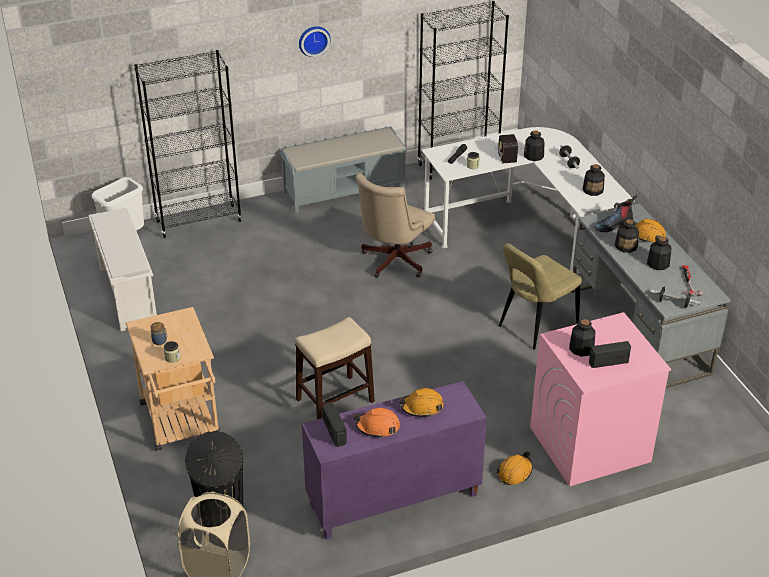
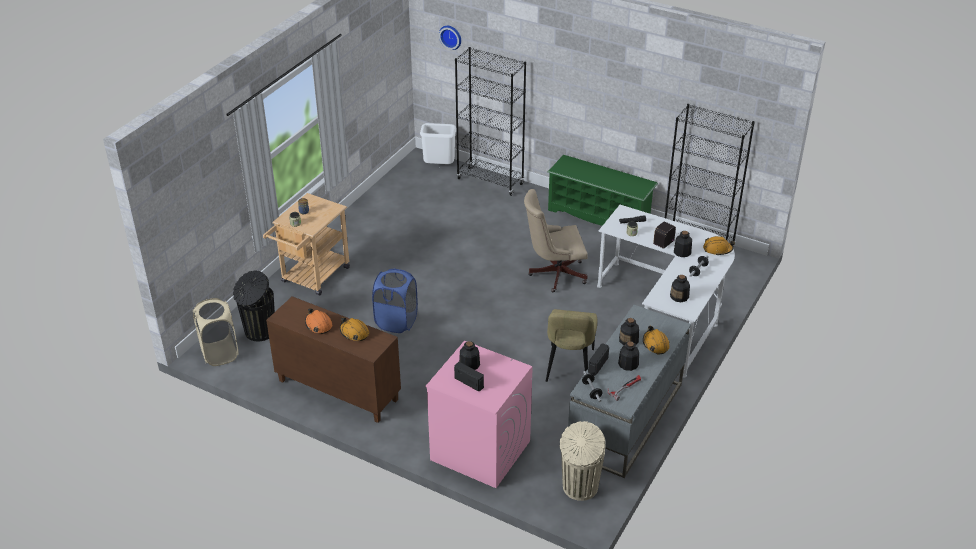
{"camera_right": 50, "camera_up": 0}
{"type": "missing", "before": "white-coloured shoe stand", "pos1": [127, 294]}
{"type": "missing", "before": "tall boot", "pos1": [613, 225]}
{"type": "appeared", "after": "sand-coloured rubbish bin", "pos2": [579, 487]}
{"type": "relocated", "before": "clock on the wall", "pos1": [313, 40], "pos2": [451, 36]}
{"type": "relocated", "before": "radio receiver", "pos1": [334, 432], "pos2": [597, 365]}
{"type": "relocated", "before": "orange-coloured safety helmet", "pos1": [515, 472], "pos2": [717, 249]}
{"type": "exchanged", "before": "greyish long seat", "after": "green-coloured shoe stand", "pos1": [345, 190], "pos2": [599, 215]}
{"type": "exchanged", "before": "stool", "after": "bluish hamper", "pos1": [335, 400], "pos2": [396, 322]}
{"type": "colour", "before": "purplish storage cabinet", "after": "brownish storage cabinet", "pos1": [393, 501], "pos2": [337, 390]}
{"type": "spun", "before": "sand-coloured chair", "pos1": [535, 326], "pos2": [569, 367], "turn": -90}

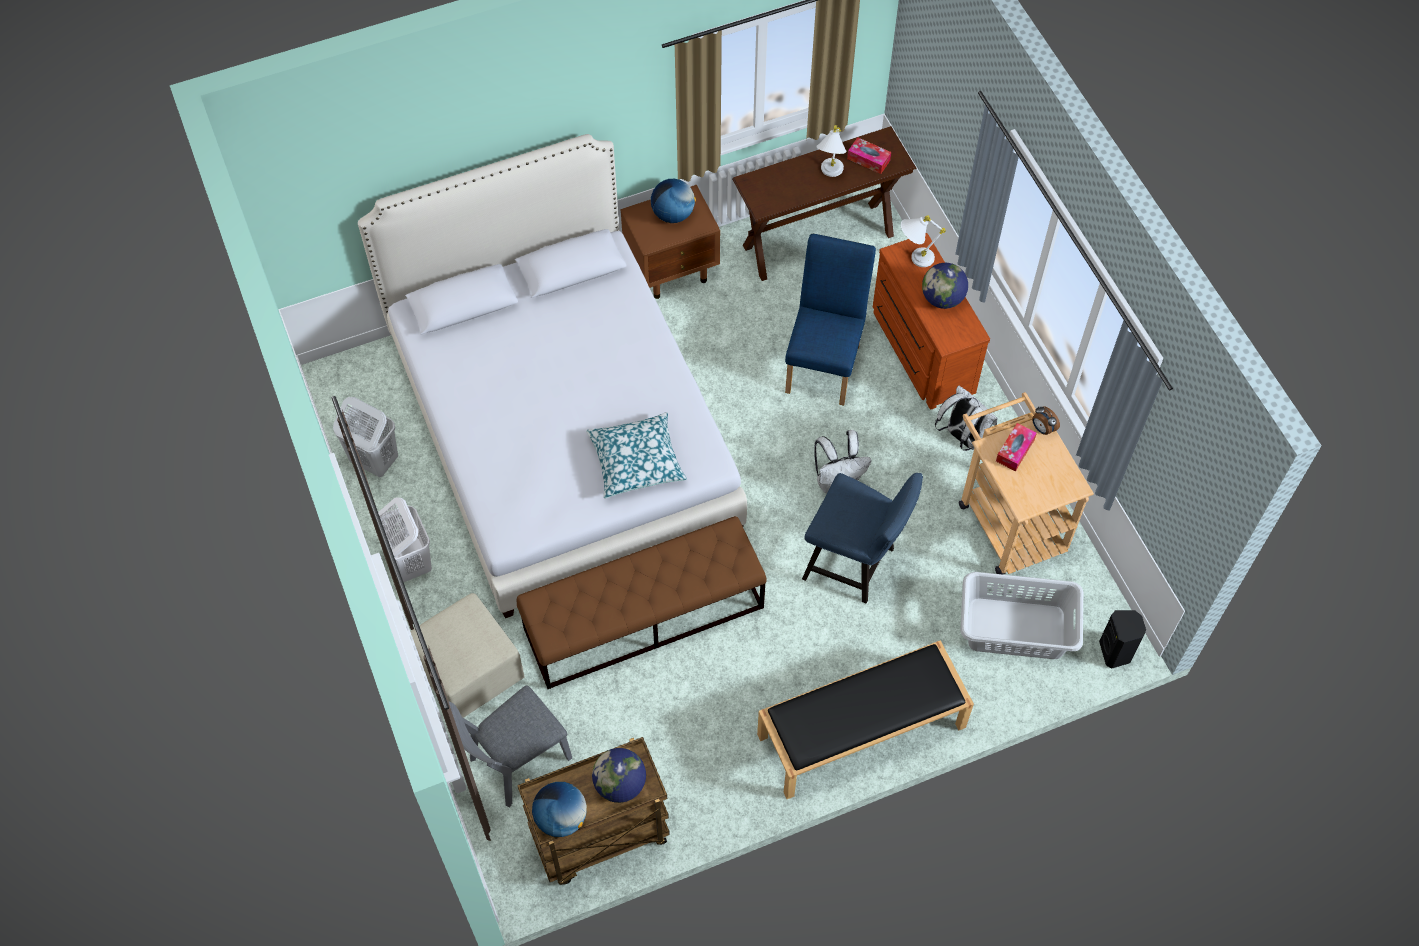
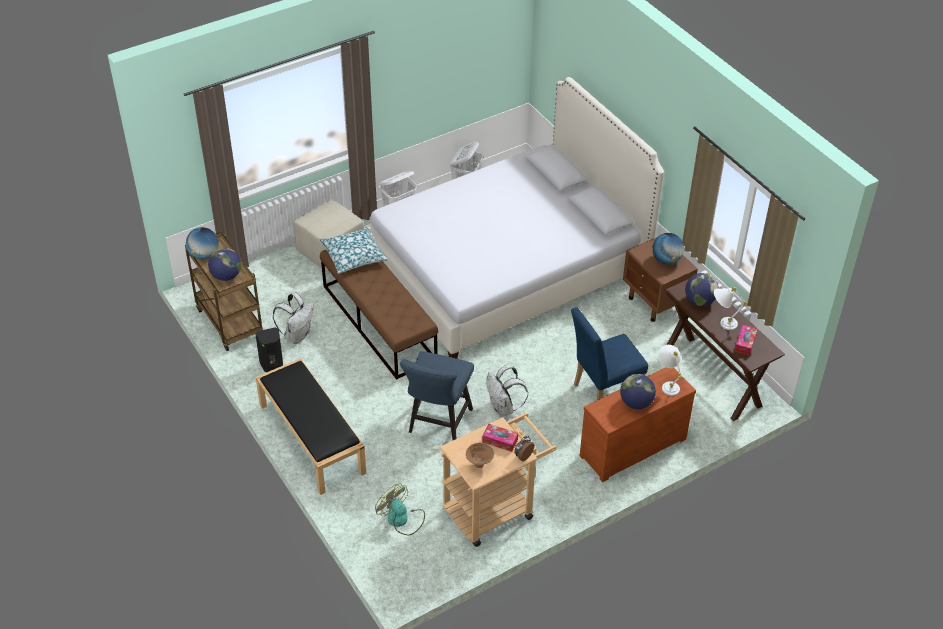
{"camera_right": 80, "camera_up": -15}
{"type": "missing", "before": "greyish chair", "pos1": [514, 763]}
{"type": "appeared", "after": "brownish deep dish", "pos2": [479, 464]}
{"type": "appeared", "after": "world globe", "pos2": [699, 301]}
{"type": "relocated", "before": "throw pillow", "pos1": [636, 461], "pos2": [354, 256]}
{"type": "relocated", "before": "white-coloured knapsack", "pos1": [962, 437], "pos2": [297, 335]}
{"type": "relocated", "before": "black-coloured loudspeaker", "pos1": [1116, 652], "pos2": [272, 365]}
{"type": "exchanged", "before": "greyish hamper", "after": "fan", "pos1": [1016, 629], "pos2": [402, 519]}
{"type": "spun", "before": "bluish chair", "pos1": [825, 363], "pos2": [602, 392], "turn": 150}

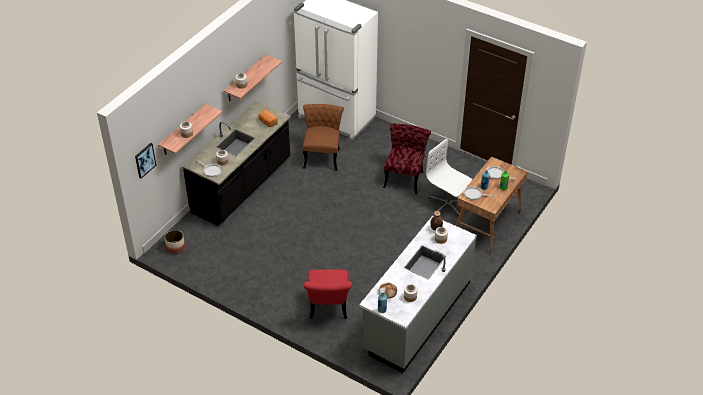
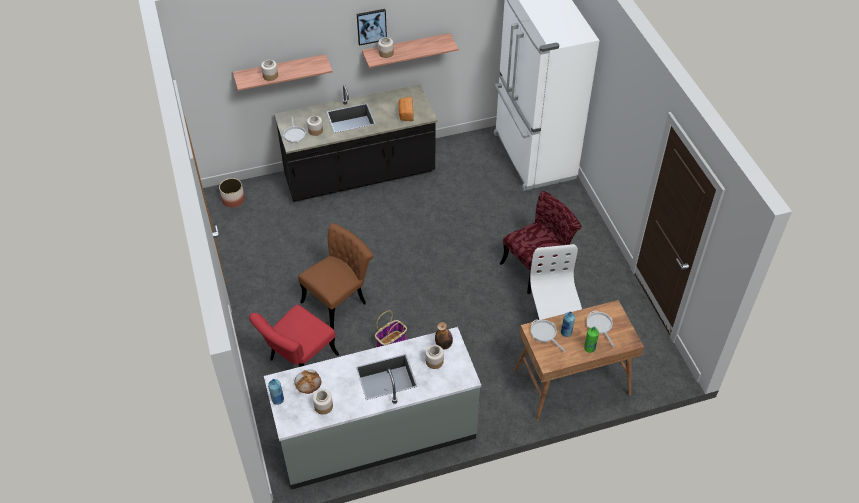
{"camera_right": 40, "camera_up": 5}
{"type": "appeared", "after": "basket", "pos2": [391, 342]}
{"type": "relocated", "before": "wall art", "pos1": [144, 160], "pos2": [371, 26]}
{"type": "relocated", "before": "brownish chair", "pos1": [322, 155], "pos2": [339, 299]}

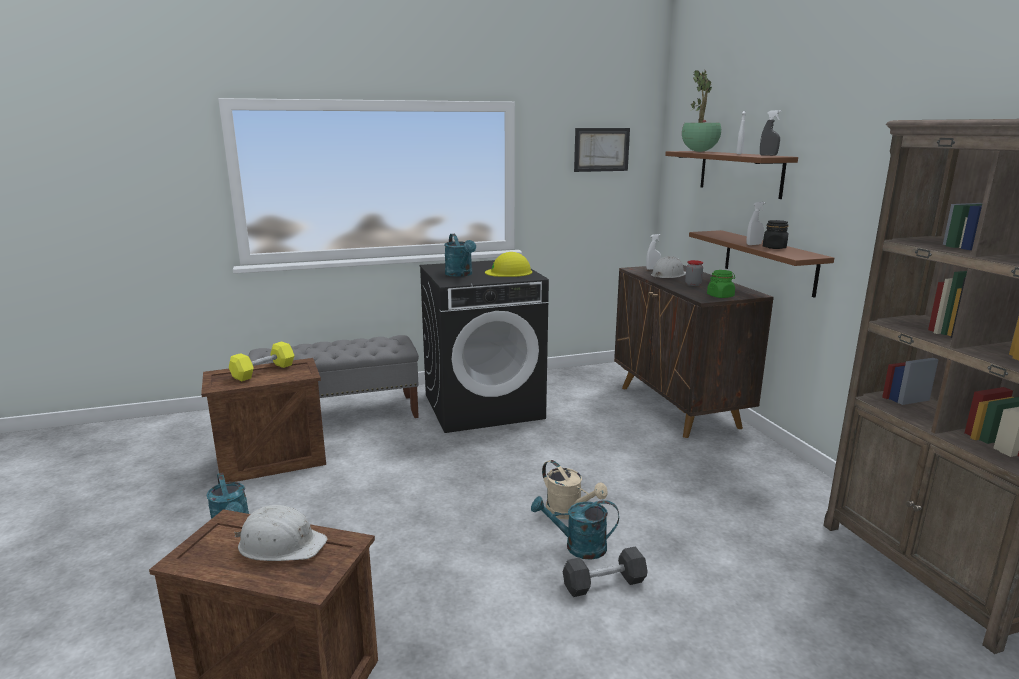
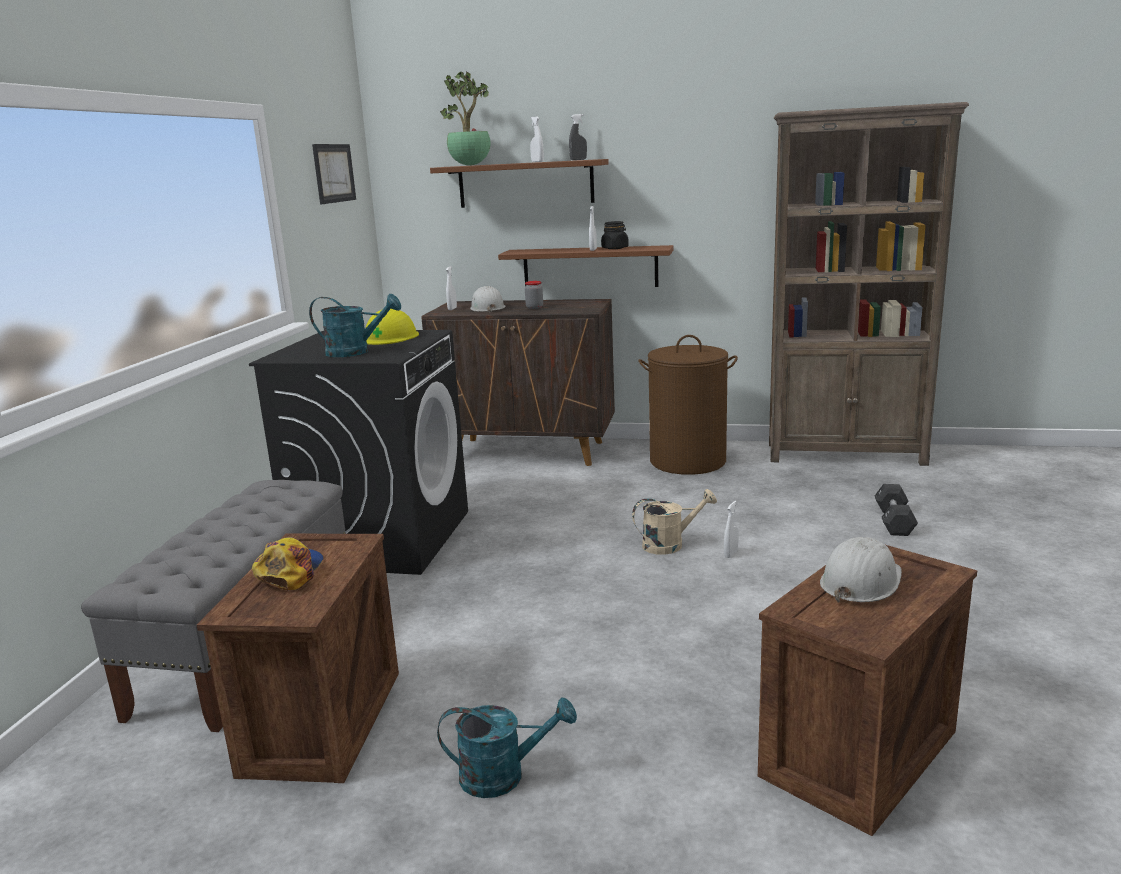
{"camera_right": -60, "camera_up": 0}
{"type": "missing", "before": "green-coloured jar", "pos1": [720, 296]}
{"type": "appeared", "after": "brownish hamper", "pos2": [687, 461]}
{"type": "relocated", "before": "black-coloured dumbbell", "pos1": [604, 584], "pos2": [894, 521]}
{"type": "exchanged", "before": "yellowish dumbbell", "after": "cap", "pos1": [263, 371], "pos2": [289, 571]}
{"type": "exchanged", "before": "turquoise-coloured watering pot", "after": "white-coloured hand sprayer", "pos1": [578, 547], "pos2": [731, 554]}

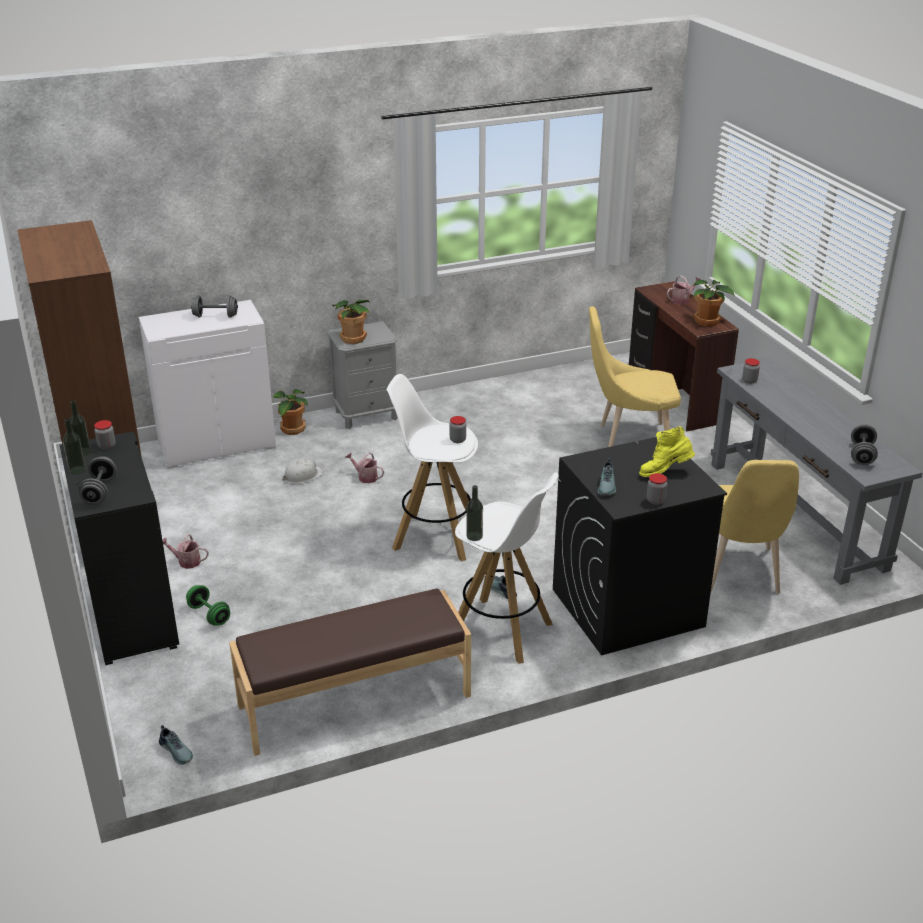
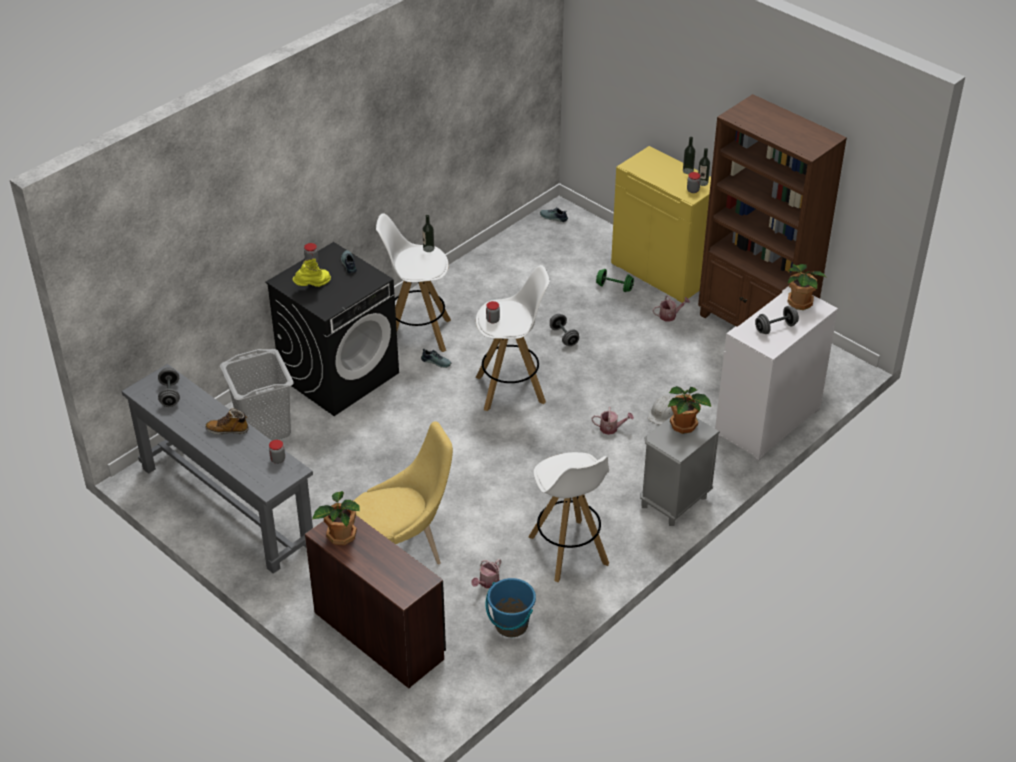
{"camera_right": 155, "camera_up": 10}
{"type": "missing", "before": "brownish long seat", "pos1": [355, 701]}
{"type": "appeared", "after": "tall boot", "pos2": [228, 430]}
{"type": "appeared", "after": "bluish water bucket", "pos2": [511, 625]}
{"type": "appeared", "after": "white-coloured stool", "pos2": [568, 551]}
{"type": "relocated", "before": "greyish dumbbell", "pos1": [100, 491], "pos2": [564, 336]}
{"type": "relocated", "before": "houseplant", "pos1": [292, 429], "pos2": [800, 302]}
{"type": "relocated", "before": "watering pot", "pos1": [682, 300], "pos2": [487, 583]}
{"type": "exchanged", "before": "yellowish chair", "after": "greyish hamper", "pos1": [738, 575], "pos2": [264, 428]}
{"type": "colour", "before": "black-coloured storage cabinet", "after": "yellowish storage cabinet", "pos1": [130, 614], "pos2": [663, 273]}

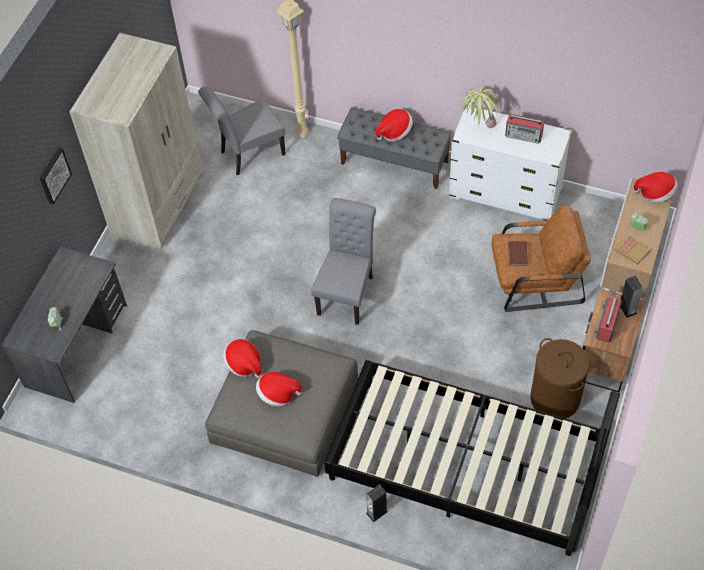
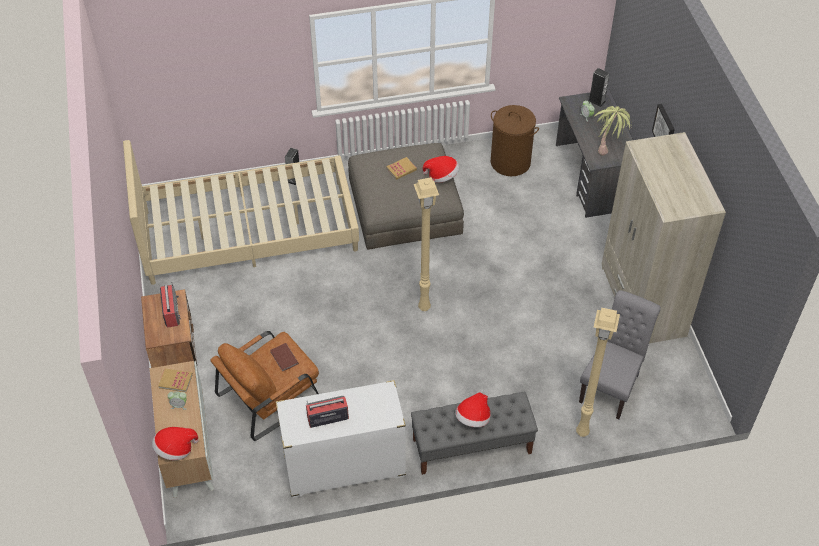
{"camera_right": 145, "camera_up": -5}
{"type": "relocated", "before": "houseplant", "pos1": [479, 129], "pos2": [608, 146]}
{"type": "relocated", "before": "brownish hamper", "pos1": [554, 398], "pos2": [510, 162]}
{"type": "relocated", "before": "loudspeaker", "pos1": [627, 308], "pos2": [596, 101]}
{"type": "exchanged", "before": "wearable hat", "after": "book", "pos1": [278, 394], "pos2": [401, 169]}
{"type": "exchanged", "before": "greyish chair", "after": "sand-coloured standing lamp", "pos1": [347, 292], "pos2": [423, 308]}
{"type": "colour", "before": "black-coloured bed", "after": "sand-coloured bed", "pos1": [465, 466], "pos2": [248, 231]}

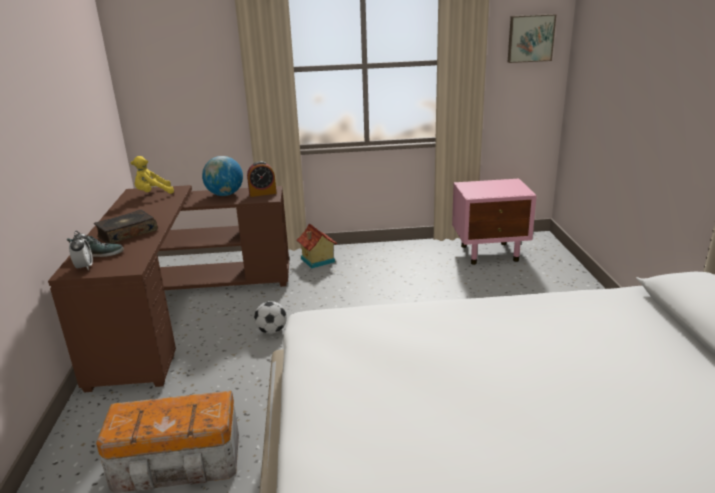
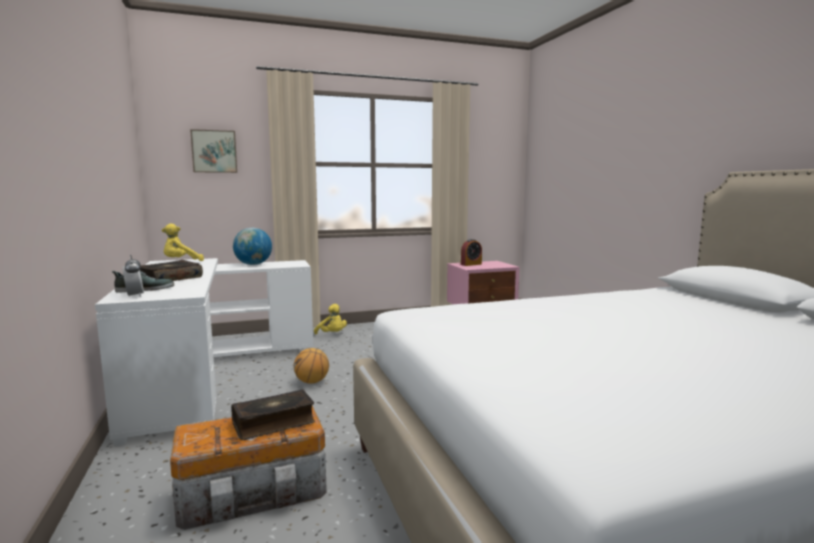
{"camera_right": -15, "camera_up": -15}
{"type": "appeared", "after": "book", "pos2": [274, 423]}
{"type": "relocated", "before": "alarm clock", "pos1": [262, 193], "pos2": [471, 264]}
{"type": "relocated", "before": "wall art", "pos1": [530, 38], "pos2": [214, 151]}
{"type": "exchanged", "before": "ball for football", "after": "ball for basketball", "pos1": [272, 331], "pos2": [312, 382]}
{"type": "exchanged", "before": "model house", "after": "yellowish soft toy", "pos1": [317, 260], "pos2": [332, 334]}
{"type": "colour", "before": "brownish desk table", "after": "white-coloured desk table", "pos1": [180, 309], "pos2": [207, 374]}

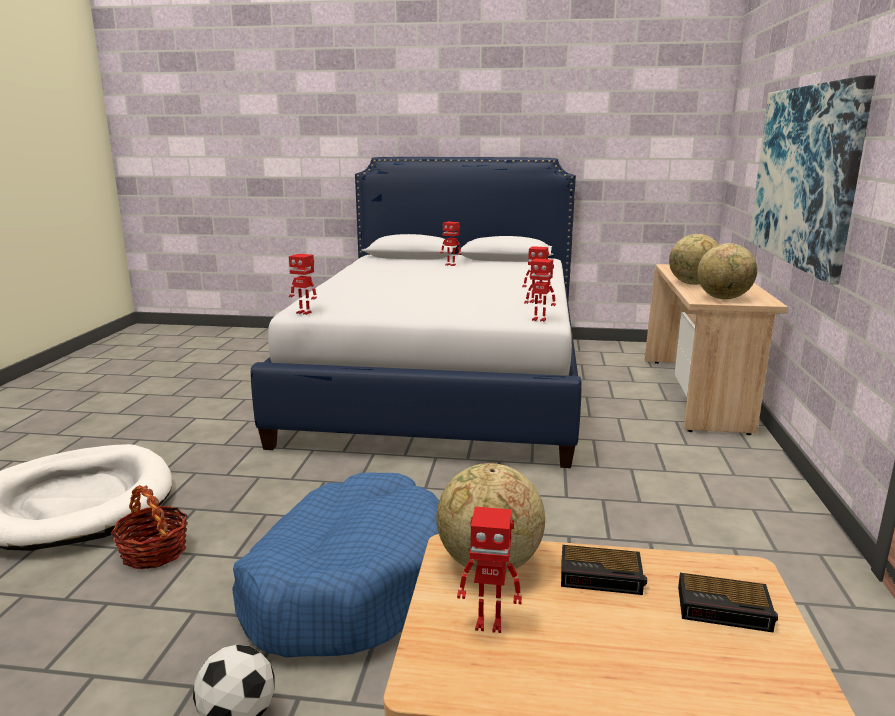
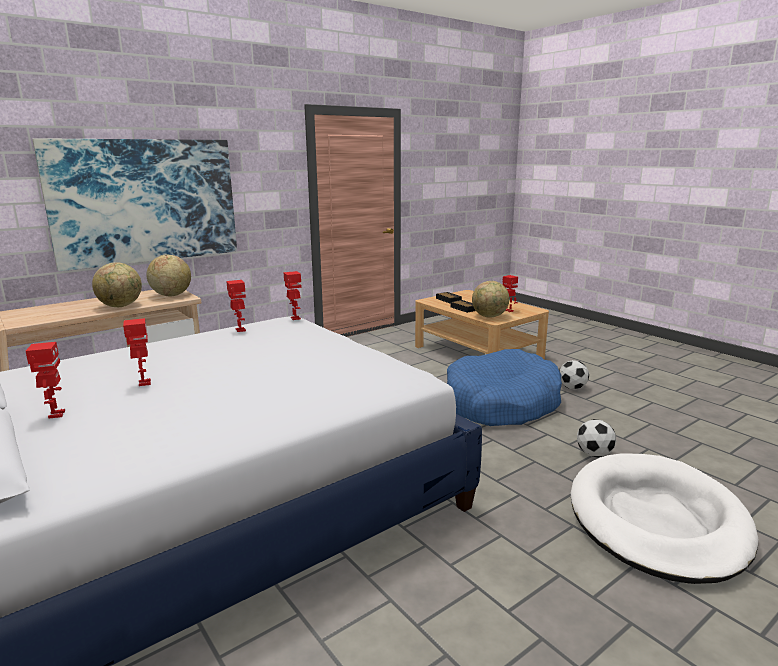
{"camera_right": -135, "camera_up": 0}
{"type": "relocated", "before": "toy robot", "pos1": [304, 312], "pos2": [143, 383]}
{"type": "exchanged", "before": "basket", "after": "ball for football", "pos1": [154, 552], "pos2": [594, 454]}

